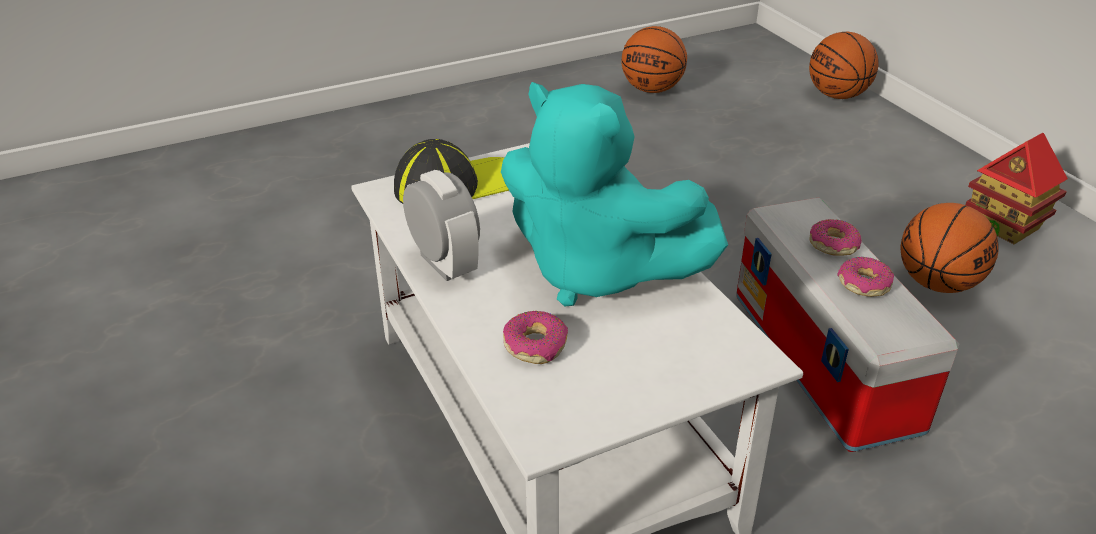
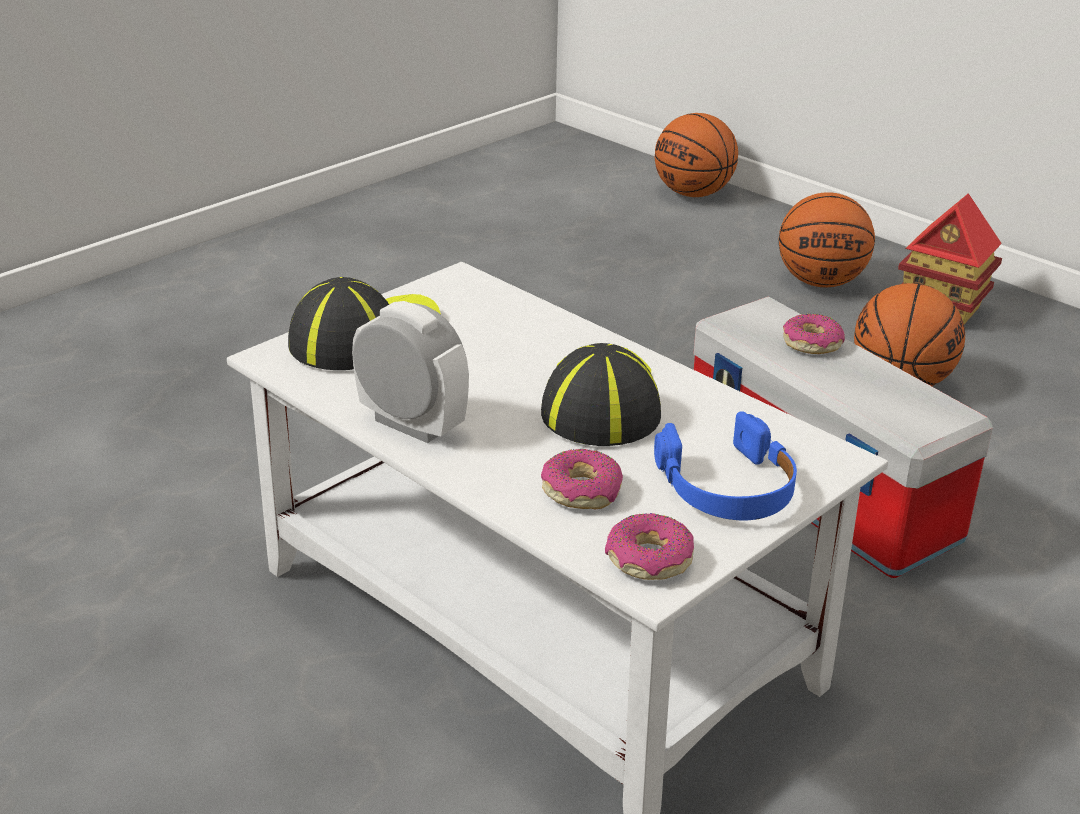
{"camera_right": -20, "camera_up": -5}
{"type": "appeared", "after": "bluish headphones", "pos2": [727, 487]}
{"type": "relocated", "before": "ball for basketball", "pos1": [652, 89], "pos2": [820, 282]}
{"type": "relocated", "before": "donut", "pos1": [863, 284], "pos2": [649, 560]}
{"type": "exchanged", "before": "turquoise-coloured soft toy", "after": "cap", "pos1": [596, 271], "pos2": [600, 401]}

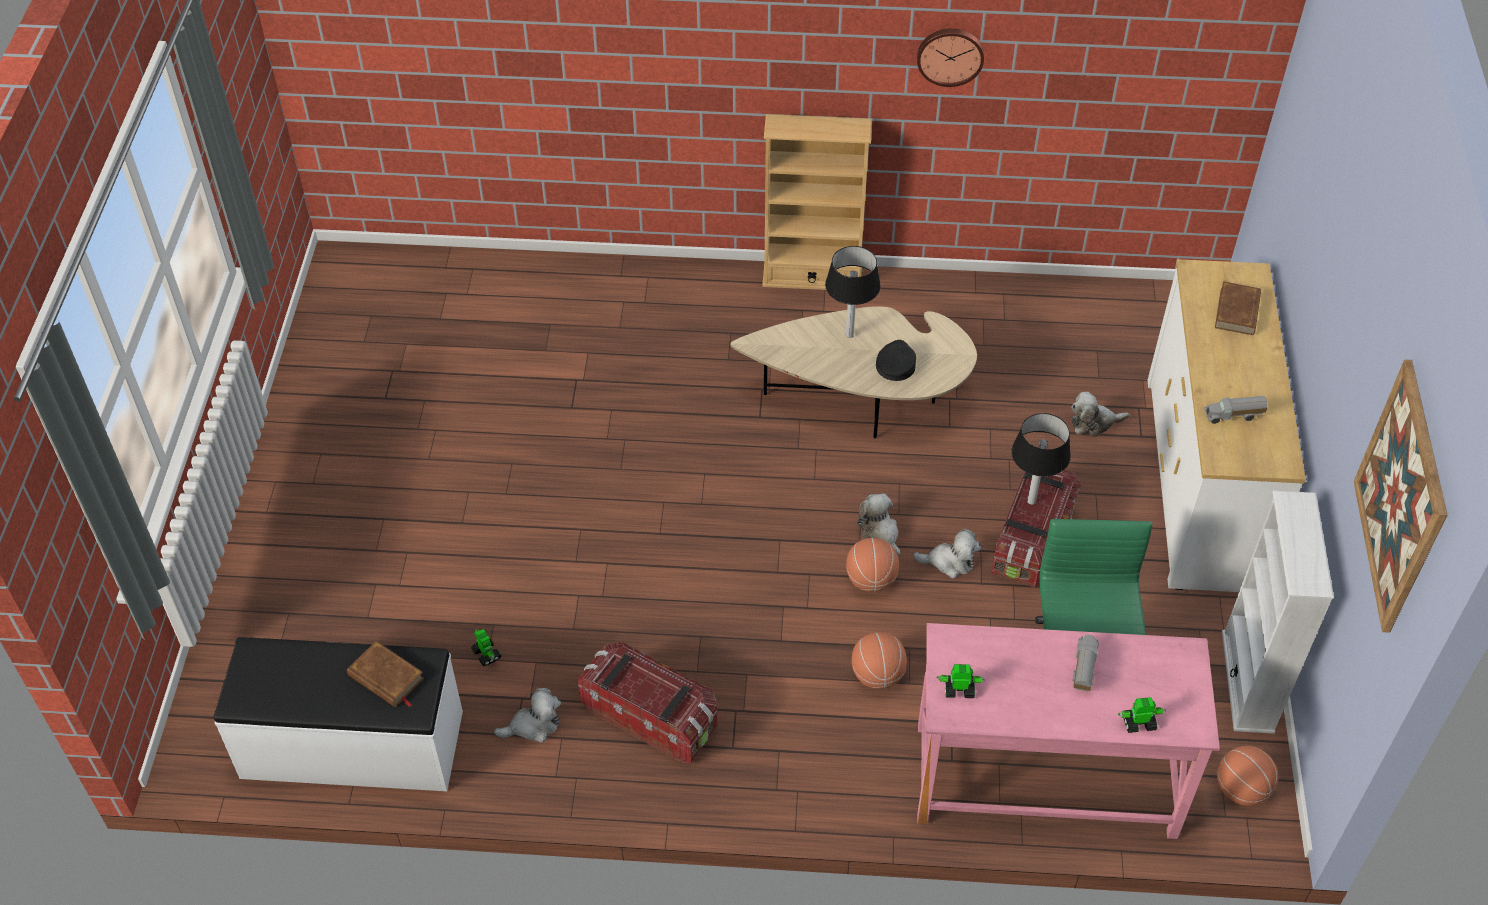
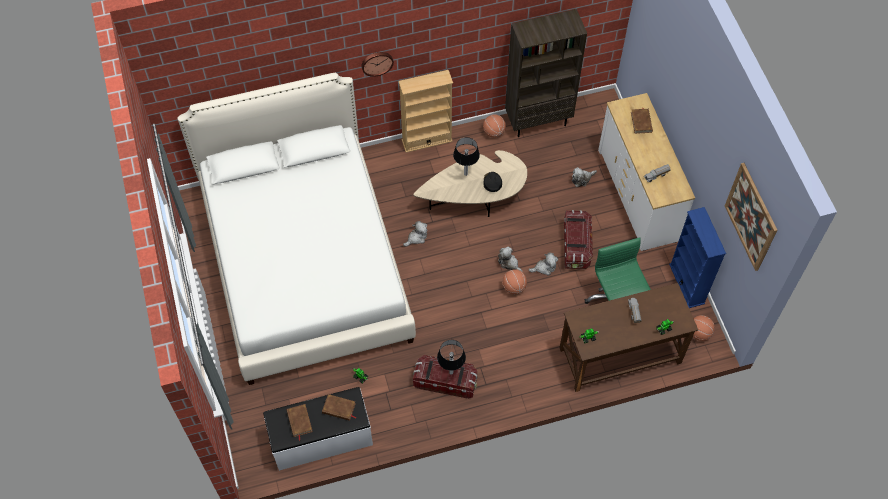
{"camera_right": -20, "camera_up": 10}
{"type": "appeared", "after": "white-coloured bed", "pos2": [305, 262]}
{"type": "appeared", "after": "brownish book", "pos2": [299, 421]}
{"type": "appeared", "after": "brownish shelving unit", "pos2": [538, 121]}
{"type": "relocated", "before": "soft toy", "pos1": [533, 725], "pos2": [416, 237]}
{"type": "relocated", "before": "ball for basketball", "pos1": [877, 675], "pos2": [494, 132]}
{"type": "relocated", "before": "clock on the wall", "pos1": [950, 55], "pos2": [377, 62]}
{"type": "relocated", "before": "tabletop lamp", "pos1": [1031, 501], "pos2": [451, 372]}
{"type": "colour", "before": "pink-coloured desk table", "after": "brownish desk table", "pos1": [1044, 781], "pos2": [620, 356]}
{"type": "colour", "before": "white-coloured shelving unit", "after": "bluish shelving unit", "pos1": [1248, 681], "pos2": [687, 284]}

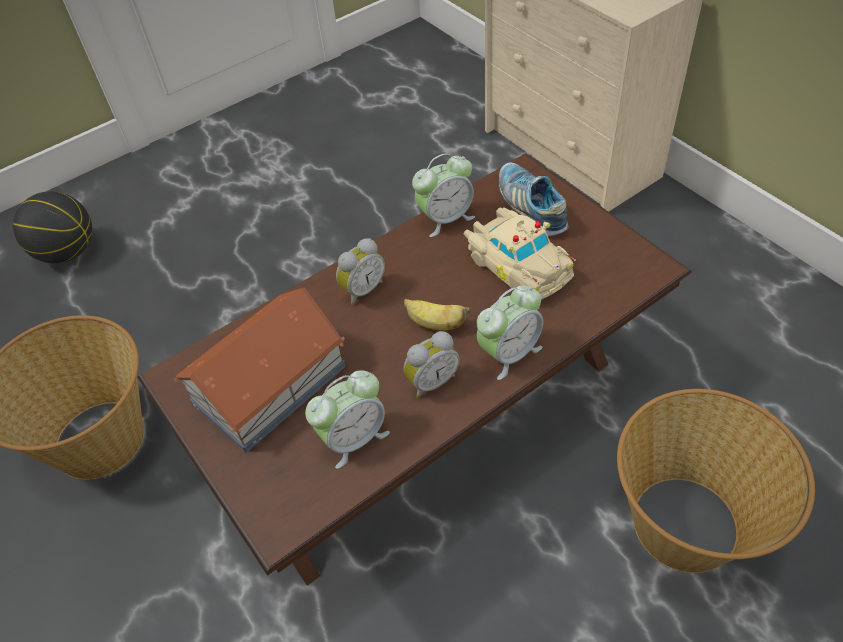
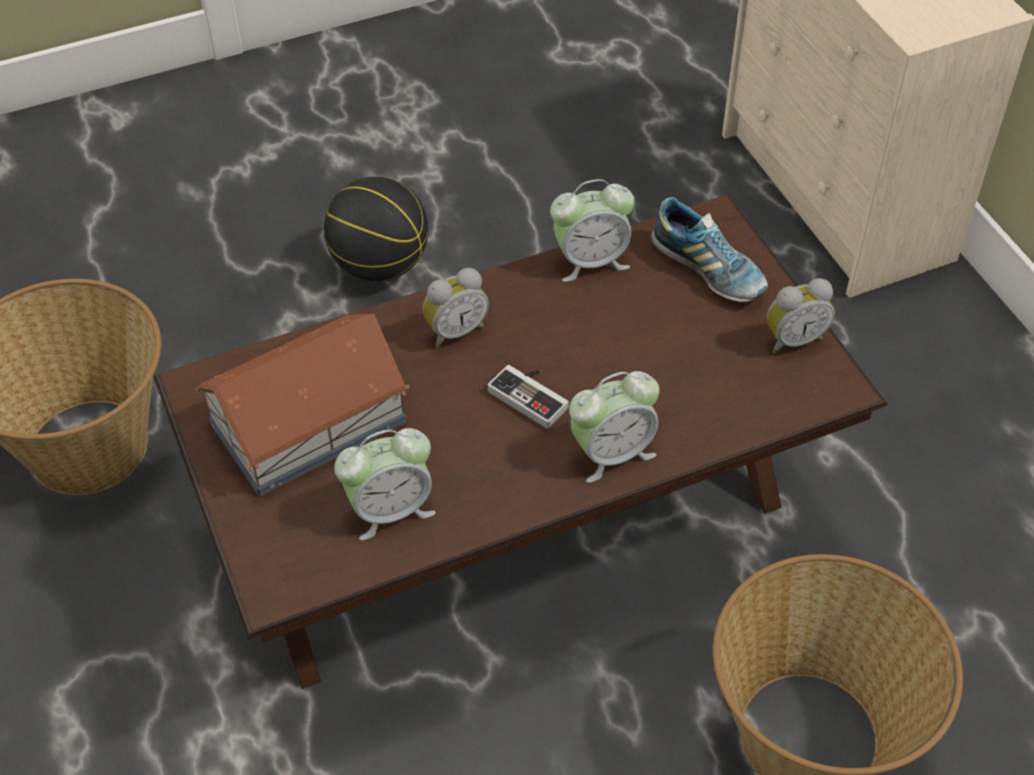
{"camera_right": 10, "camera_up": 0}
{"type": "missing", "before": "sand-coloured model car", "pos1": [518, 264]}
{"type": "relocated", "before": "ball for basketball", "pos1": [68, 252], "pos2": [380, 264]}
{"type": "relocated", "before": "alarm clock", "pos1": [431, 381], "pos2": [793, 339]}
{"type": "exchanged", "before": "banana", "after": "joypad", "pos1": [435, 324], "pos2": [533, 395]}
{"type": "spun", "before": "low shoe", "pos1": [531, 206], "pos2": [708, 269], "turn": 150}

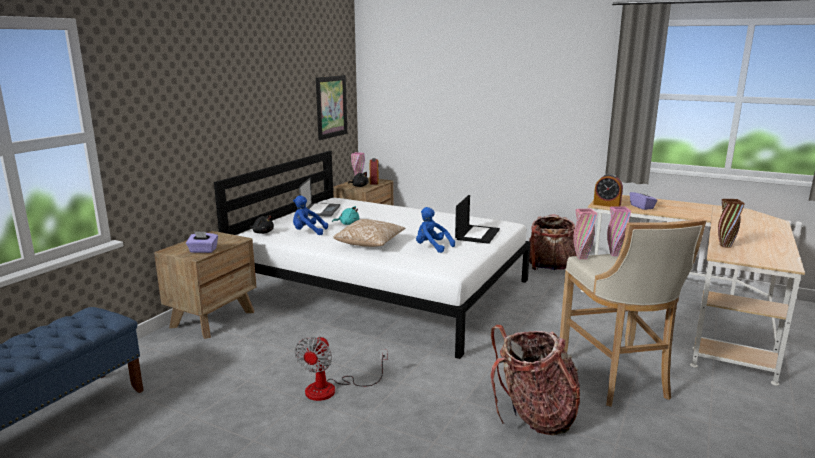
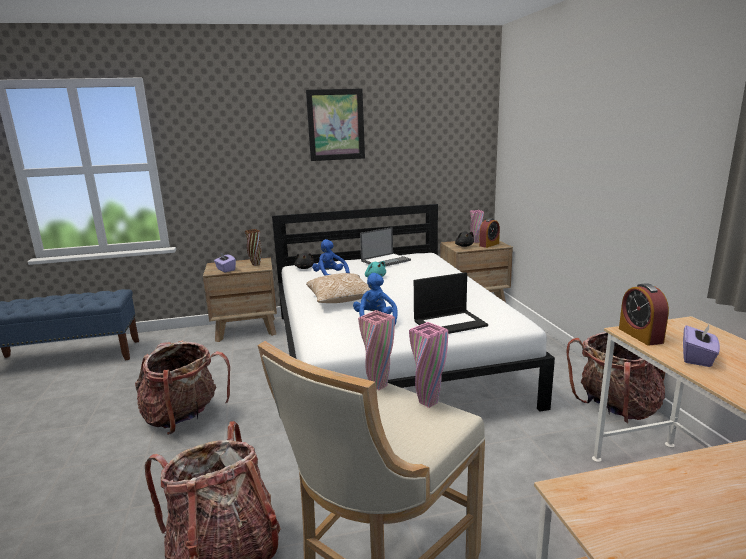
{"camera_right": 50, "camera_up": 0}
{"type": "relocated", "before": "wall art", "pos1": [331, 107], "pos2": [336, 125]}
{"type": "relocated", "before": "brownish decorative vase", "pos1": [725, 246], "pos2": [256, 265]}
{"type": "exchanged", "before": "fan", "after": "knapsack", "pos1": [331, 389], "pos2": [184, 417]}

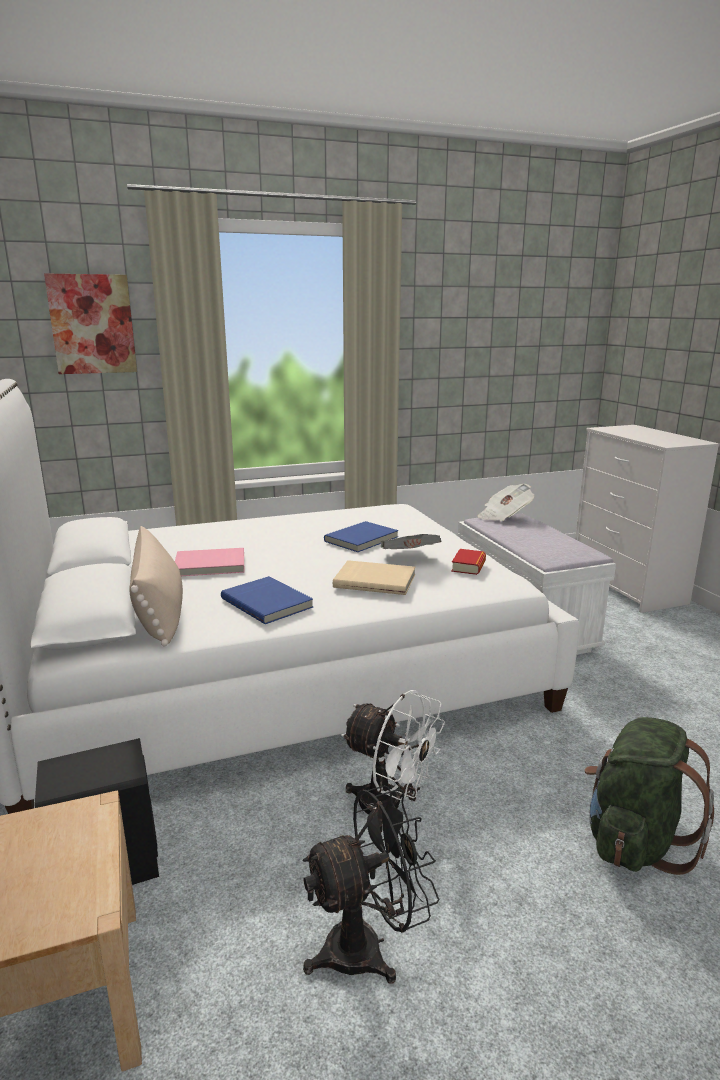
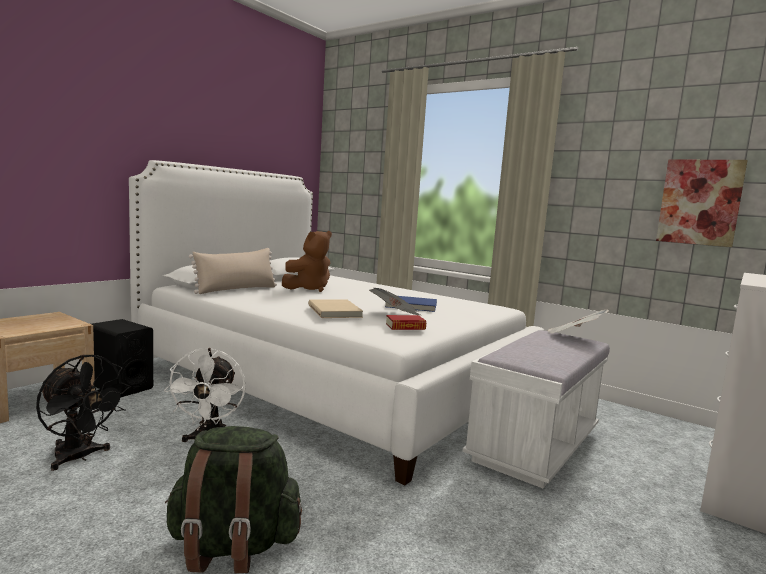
{"camera_right": 55, "camera_up": -10}
{"type": "missing", "before": "bluish book", "pos1": [268, 602]}
{"type": "relocated", "before": "wall art", "pos1": [92, 324], "pos2": [699, 202]}
{"type": "exchanged", "before": "pink-coloured book", "after": "brownish soft toy", "pos1": [210, 565], "pos2": [309, 289]}

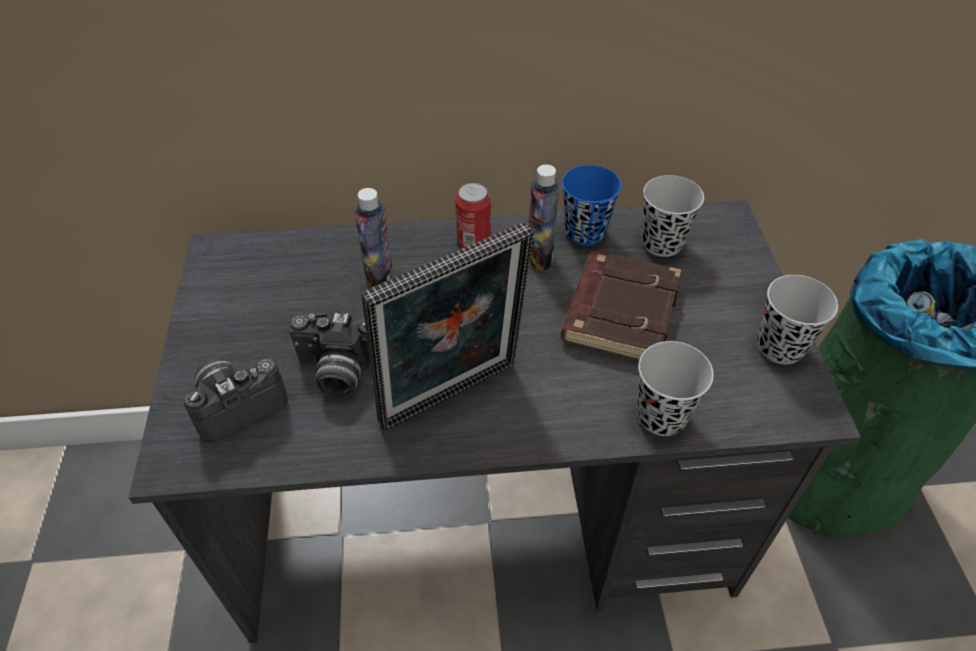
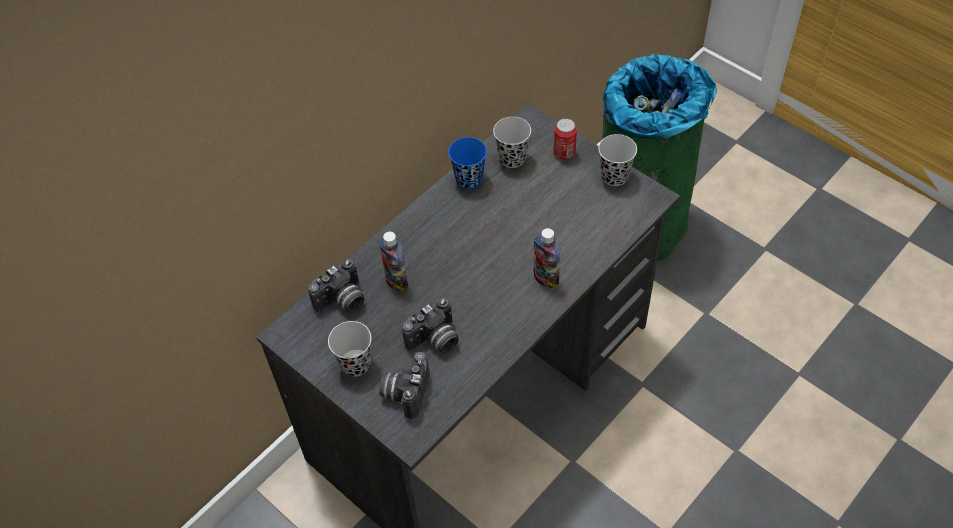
{"camera_right": -40, "camera_up": 5}
{"type": "missing", "before": "picture frame", "pos1": [453, 399]}
{"type": "missing", "before": "brownish book", "pos1": [619, 311]}
{"type": "appeared", "after": "photo camera", "pos2": [342, 301]}
{"type": "relocated", "before": "sealed can", "pos1": [473, 241], "pos2": [564, 153]}
{"type": "relocated", "before": "drink bottle", "pos1": [540, 256], "pos2": [546, 278]}
{"type": "relocated", "before": "black-coloured cup", "pos1": [661, 416], "pos2": [355, 364]}

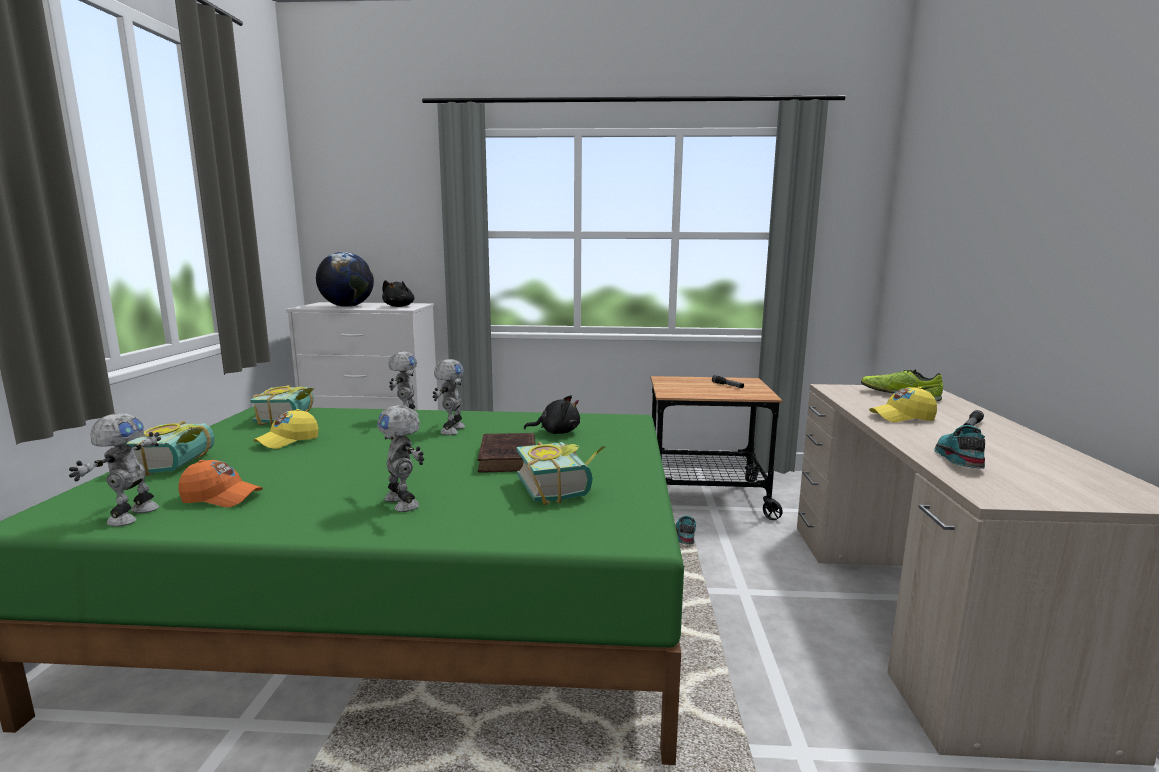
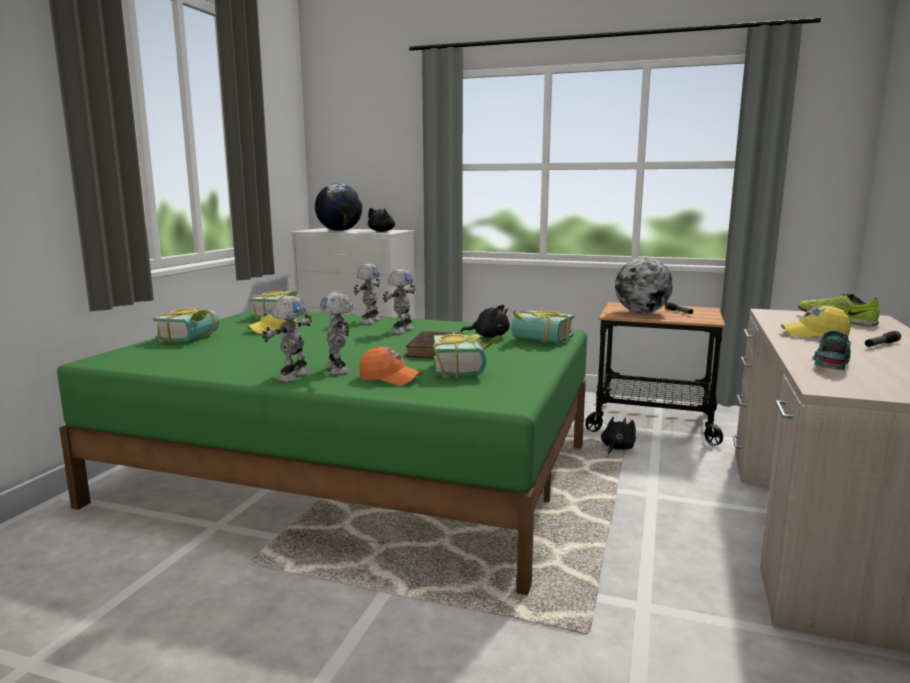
{"camera_right": 15, "camera_up": 0}
{"type": "appeared", "after": "book", "pos2": [539, 341]}
{"type": "appeared", "after": "world globe", "pos2": [641, 313]}
{"type": "relocated", "before": "toy robot", "pos1": [131, 515], "pos2": [292, 376]}
{"type": "relocated", "before": "orange-coloured cap", "pos1": [221, 497], "pos2": [390, 379]}
{"type": "exchanged", "before": "turquoise-coloured low shoe", "after": "black-coloured soft toy", "pos1": [684, 535], "pos2": [617, 448]}

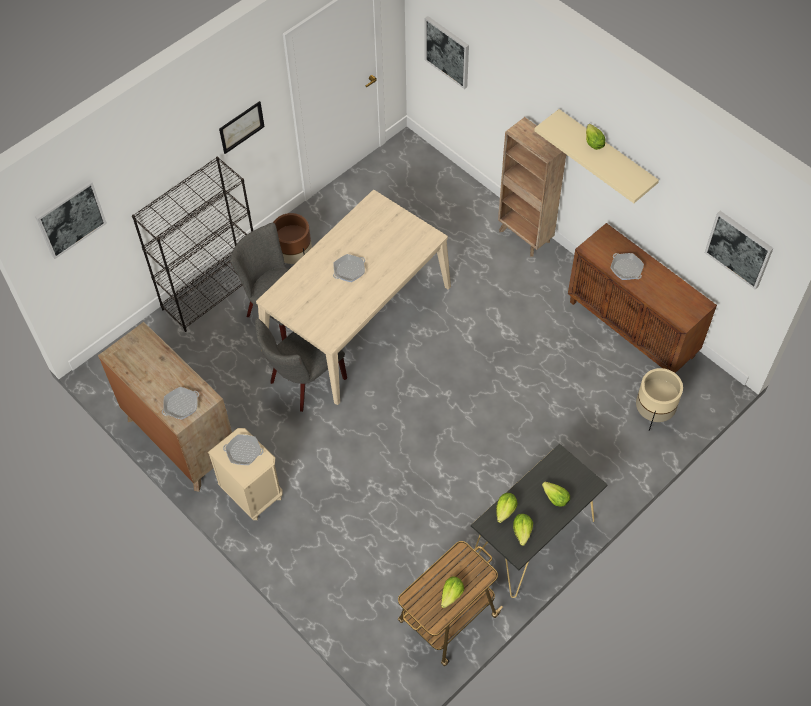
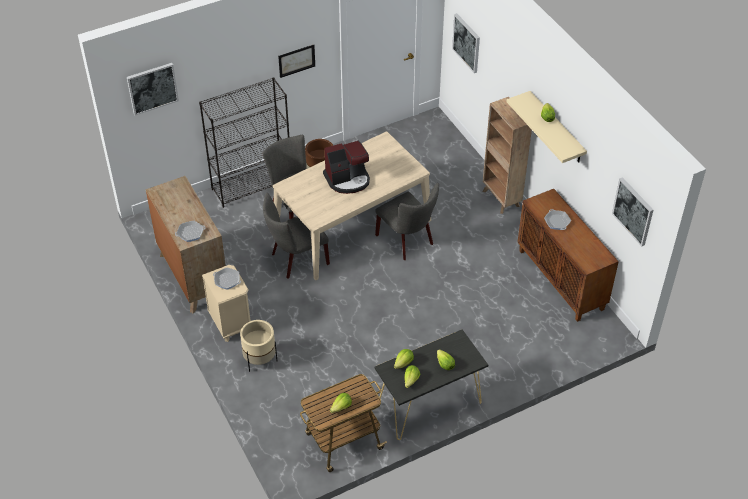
{"camera_right": 15, "camera_up": -10}
{"type": "appeared", "after": "greyish chair", "pos2": [407, 241]}
{"type": "relocated", "before": "sand-coloured flower pot", "pos1": [653, 413], "pos2": [260, 360]}
{"type": "exchanged", "before": "skillet", "after": "coffee maker", "pos1": [349, 270], "pos2": [348, 179]}

